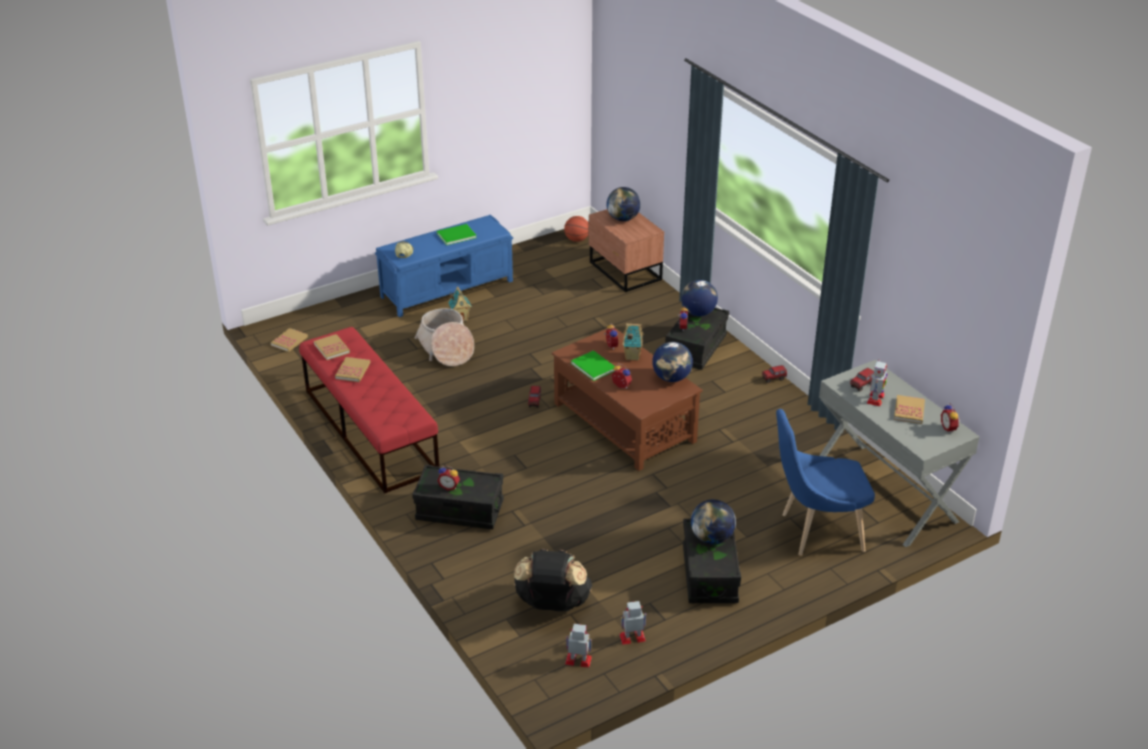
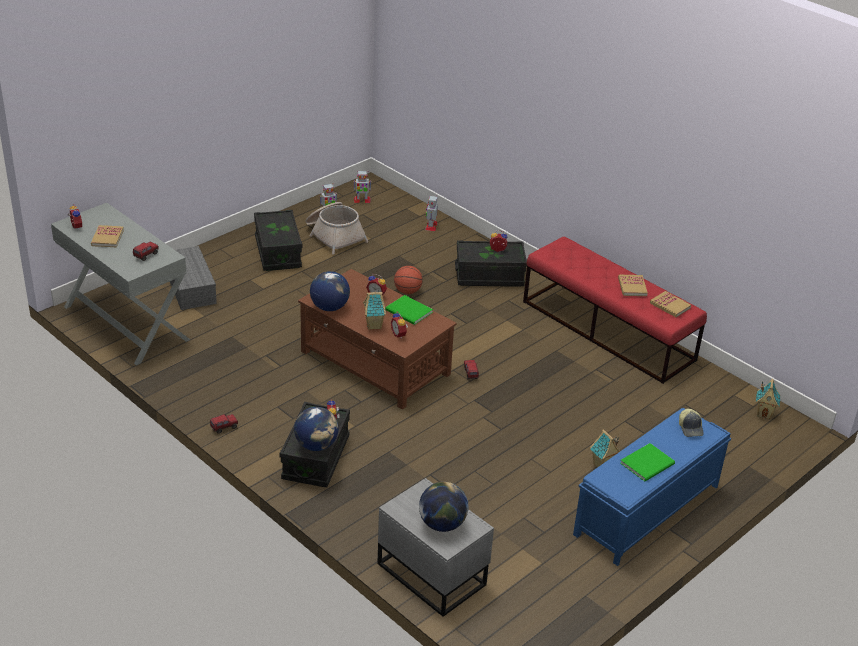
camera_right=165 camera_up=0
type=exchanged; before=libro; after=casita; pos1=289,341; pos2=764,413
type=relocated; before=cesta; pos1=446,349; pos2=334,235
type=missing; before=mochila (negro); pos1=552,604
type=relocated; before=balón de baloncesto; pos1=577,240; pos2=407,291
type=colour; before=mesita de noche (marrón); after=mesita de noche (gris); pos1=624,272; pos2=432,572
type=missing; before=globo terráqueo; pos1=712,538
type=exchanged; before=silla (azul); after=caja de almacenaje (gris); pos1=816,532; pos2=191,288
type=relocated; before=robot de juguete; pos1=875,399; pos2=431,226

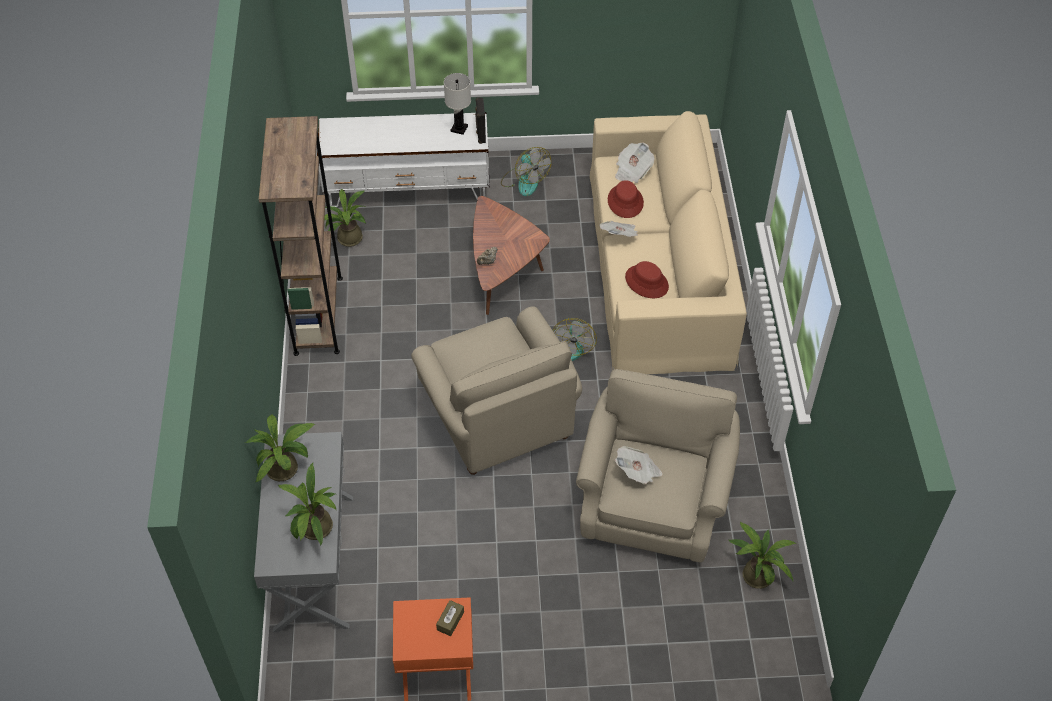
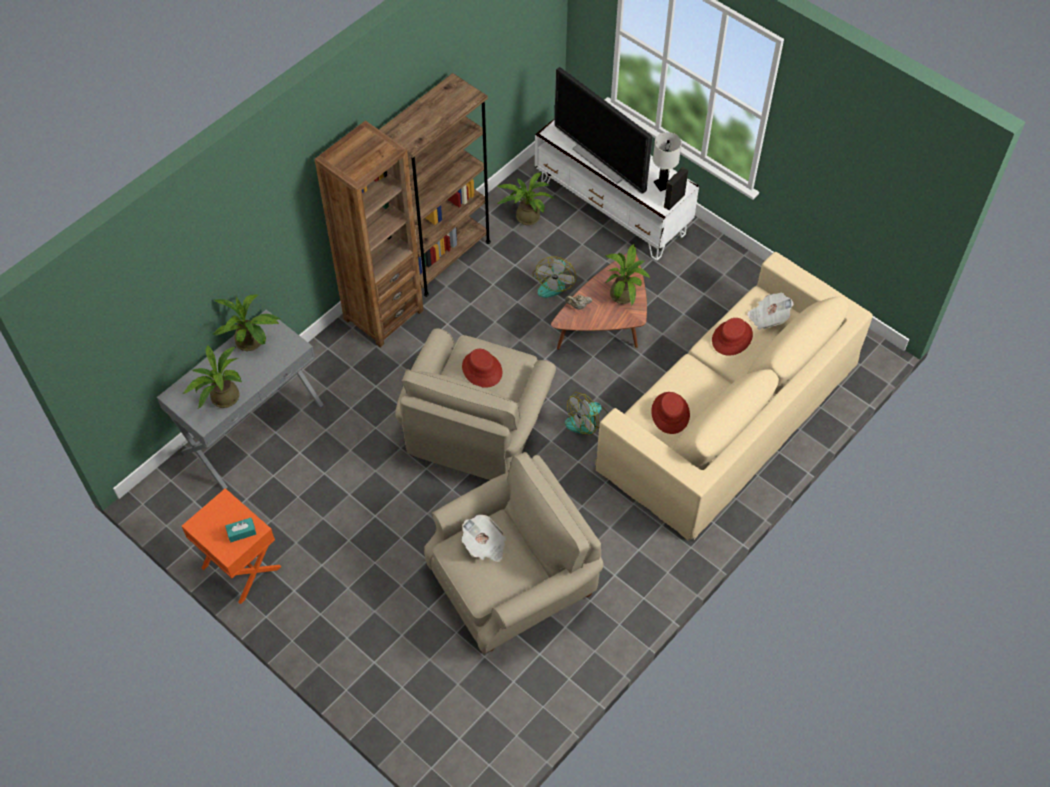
camera_right=45 camera_up=5
type=colour; before=caja de pañuelos (marrón); after=caja de pañuelos (turquesa); pos1=450,621; pos2=241,532
type=relocated; before=ventilador; pos1=524,181; pos2=553,283
type=missing; before=periódico; pos1=619,236
type=relocated; before=planta en maceta; pos1=756,572; pos2=624,292
type=appeared; after=estantería (marrón); pos2=383,314
type=appeared; after=sombrero (rojo); pos2=482,370
type=appeared; after=televisor; pos2=601,161

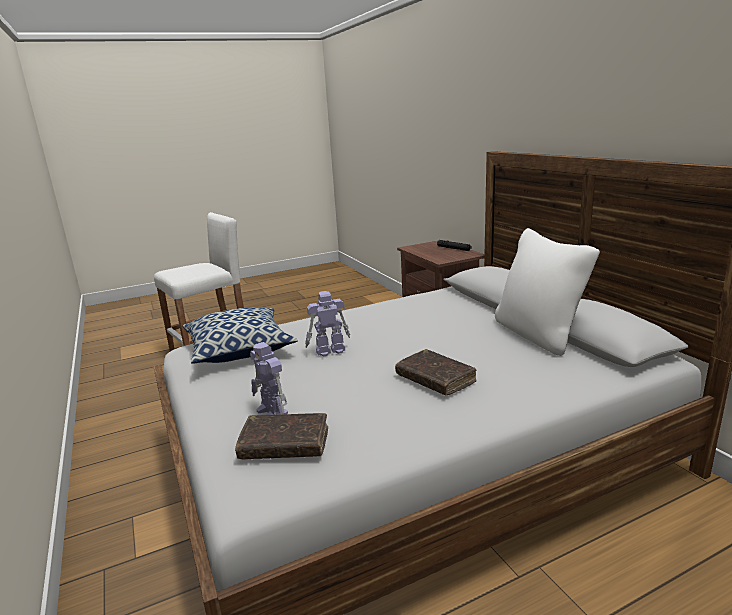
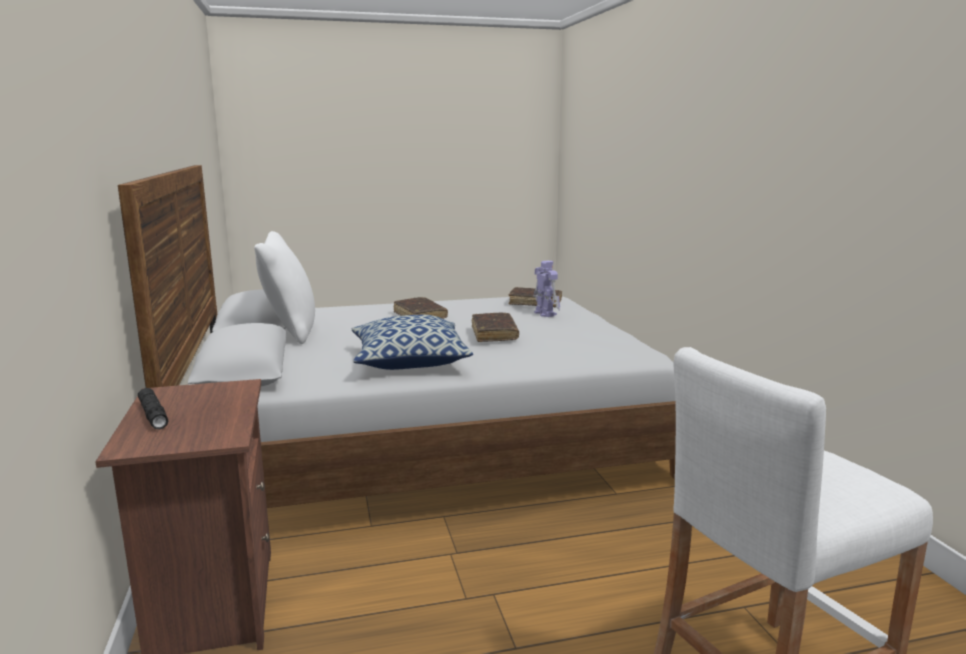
camera_right=-170 camera_up=-5
type=relocated; before=cojín; pos1=239,349; pos2=409,361
type=exchanged; before=robot de juguete; after=libro (marrón); pos1=329,351; pos2=494,334

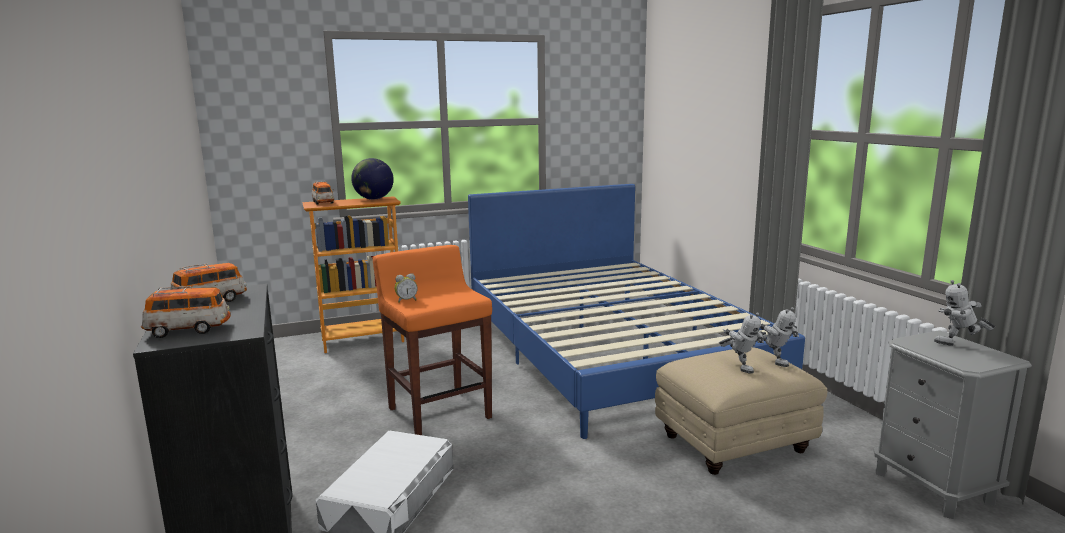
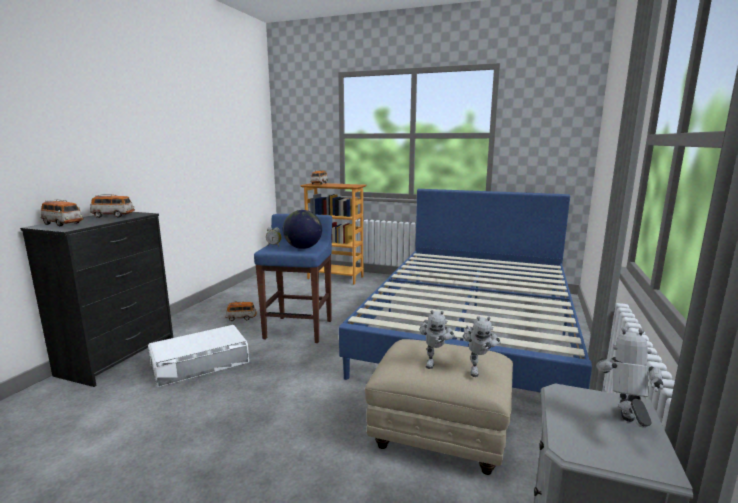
camera_right=40 camera_up=0
type=relocated; before=globo terráqueo; pos1=374,199; pos2=303,248
type=colour; before=taburete (naranja); after=taburete (azul); pos1=439,412; pos2=299,329
type=spun; before=robot de juguete; pos1=959,346; pos2=624,424; turn=60
type=appeared; after=coche de juguete; pos2=241,318

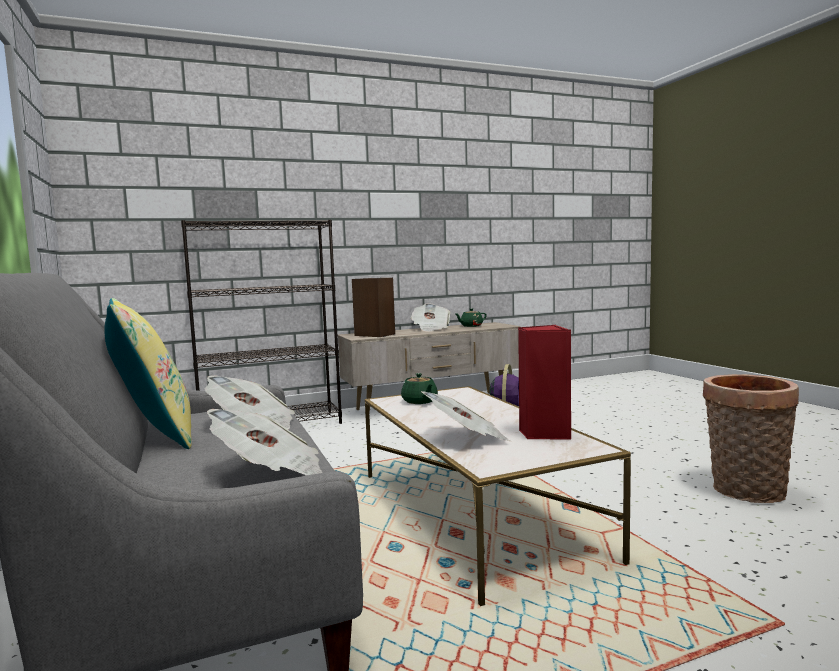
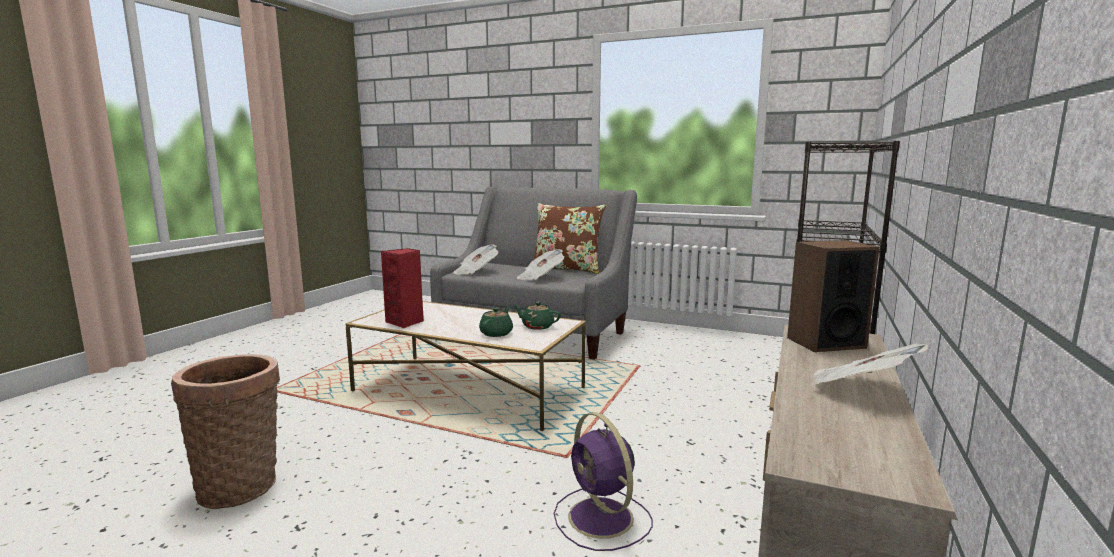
camera_right=135 camera_up=5
type=colour; before=cojín (amarillo); after=cojín (marrón); pos1=153,434; pos2=567,269
type=missing; before=periódico; pos1=467,438
type=relocated; before=tetera (verde); pos1=471,326; pos2=496,333

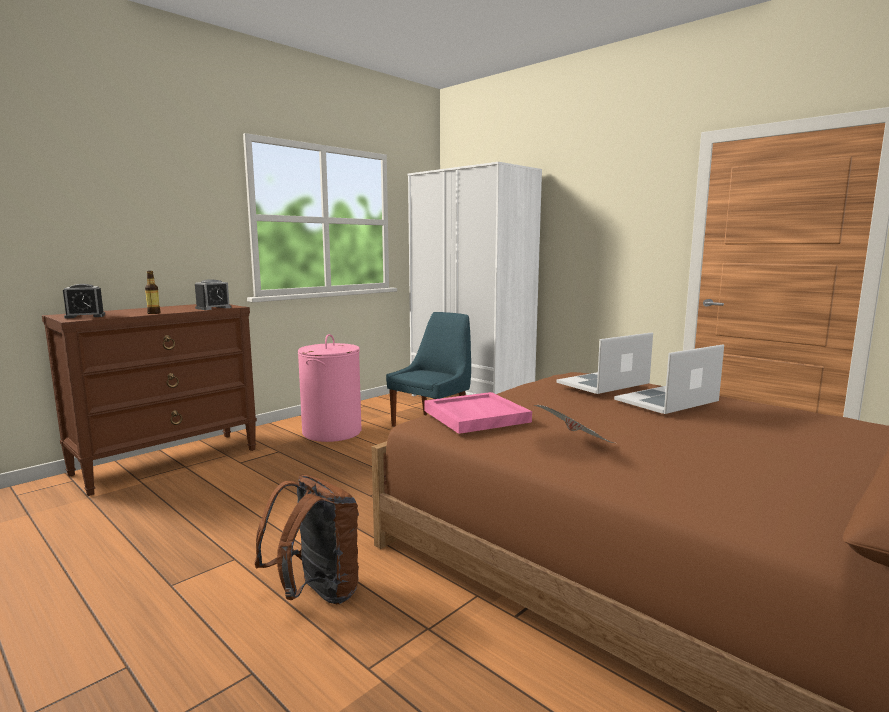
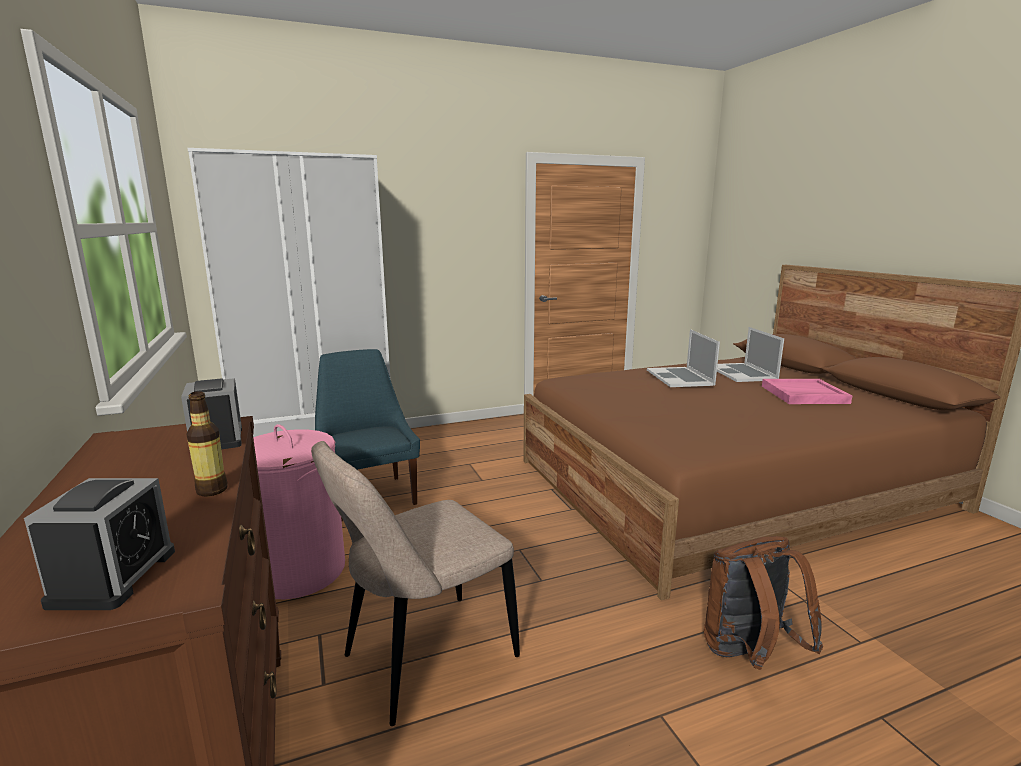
camera_right=-65 camera_up=5
type=relocated; before=bandeja (rosa); pos1=475,416; pos2=803,394
type=missing; before=periódico; pos1=575,445
type=relocated; before=portátil; pos1=603,383; pos2=742,373
type=appeared; after=silla (beis); pos2=423,659

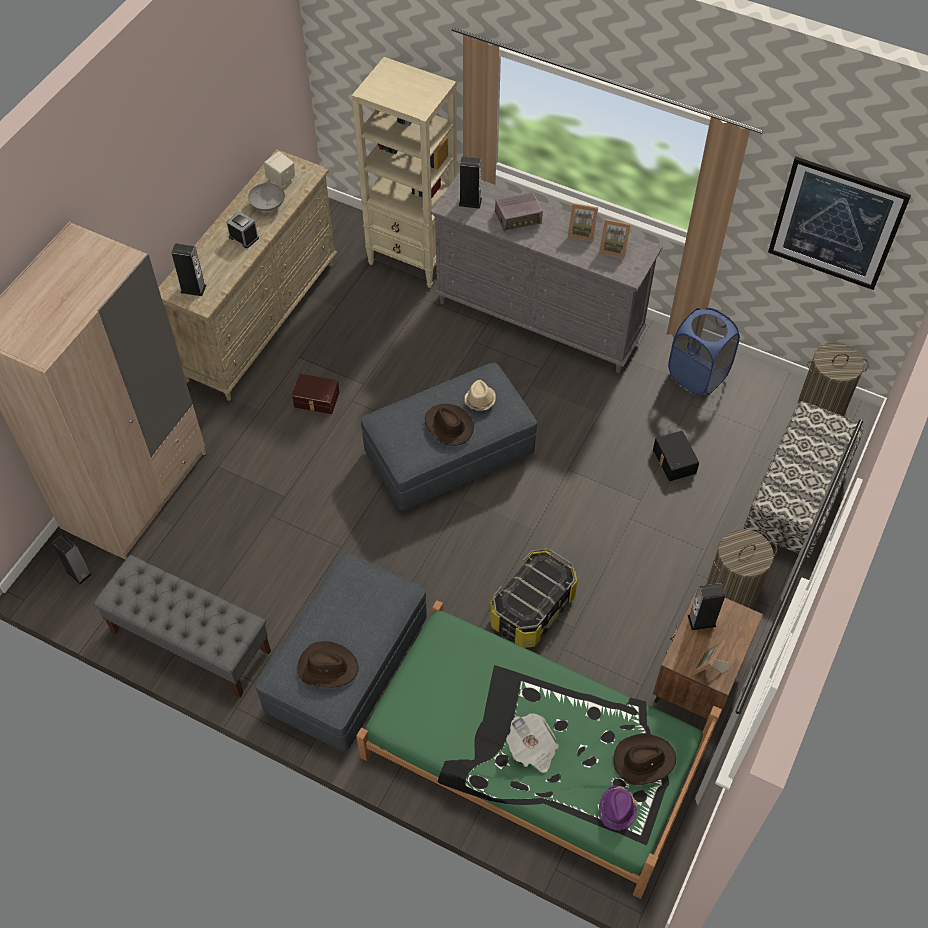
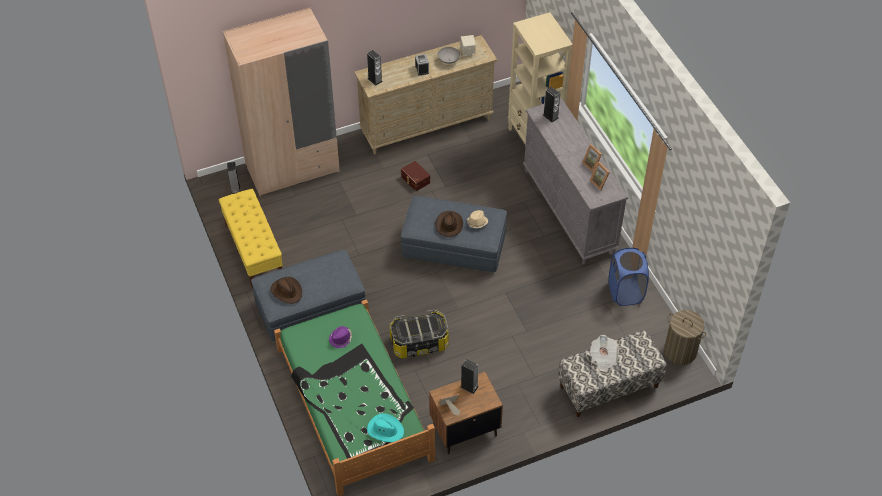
camera_right=40 camera_up=-5
type=colour; before=banco (gris); after=banco (amarillo); pos1=190,642; pos2=253,250
type=missing; before=radio; pos1=518,218
type=relocated; before=periódico; pos1=532,749; pos2=603,358
type=relocated; before=sombrero (morado); pos1=617,809; pos2=341,339
type=colour; before=sombrero (marrón); after=sombrero (turquesa); pos1=644,760; pos2=385,429
type=missing; before=caja de almacenaje (negro); pos1=673,461
type=missing; before=cesto de la ropa; pos1=732,590
type=missing; before=cuadro; pos1=836,223

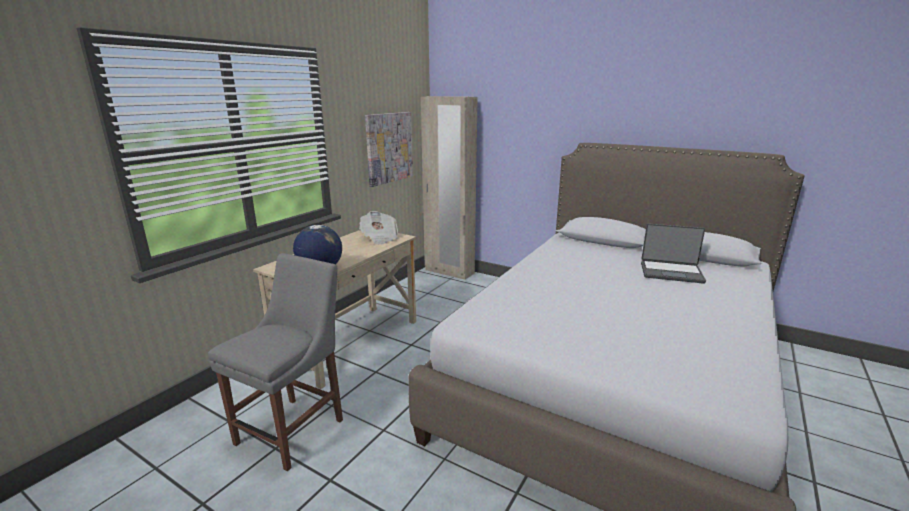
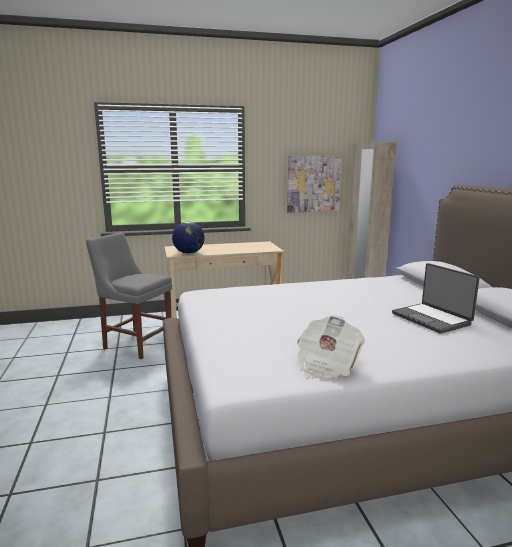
camera_right=45 camera_up=-5
type=spun; before=silla (gris); pos1=294,428; pos2=135,344; turn=-135
type=relocated; before=periódico; pos1=379,238; pos2=327,364

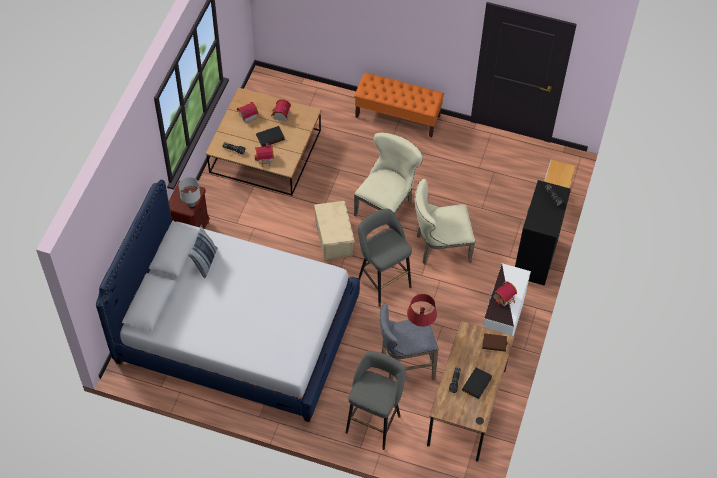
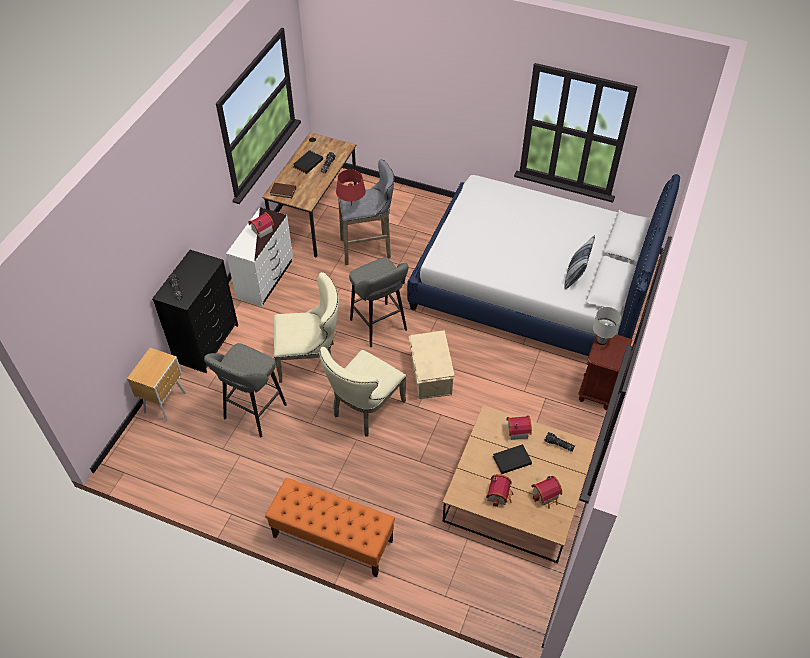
camera_right=-175 camera_up=-5
type=relocated; before=taburete (gris); pos1=374,421; pos2=253,414

